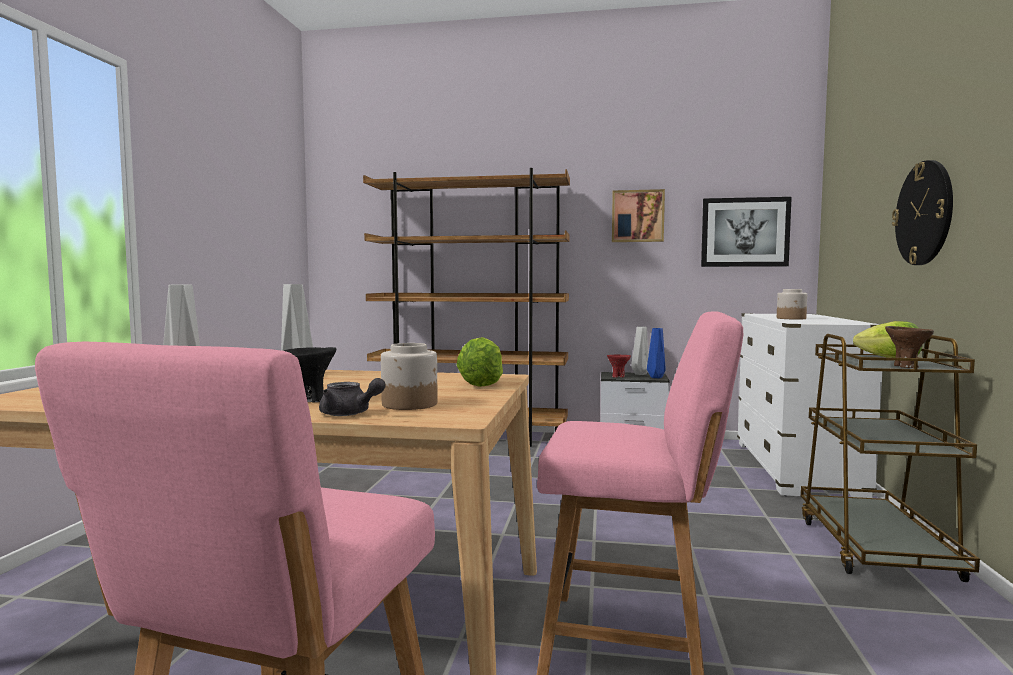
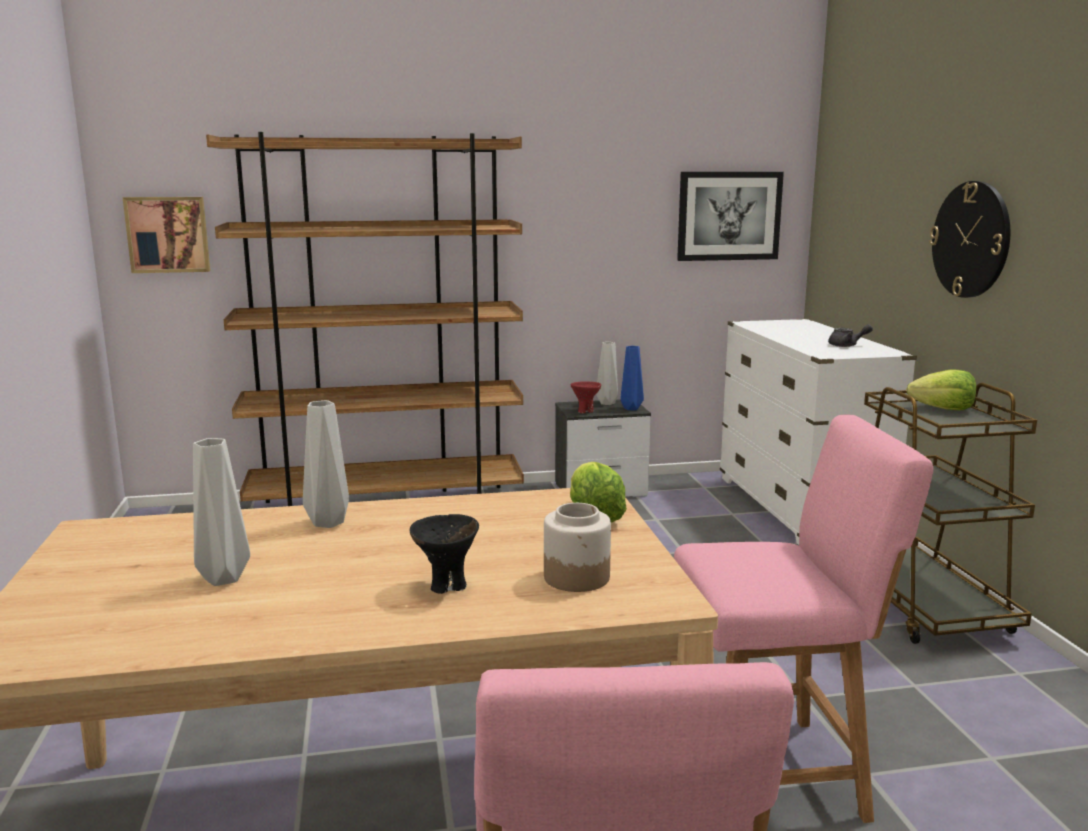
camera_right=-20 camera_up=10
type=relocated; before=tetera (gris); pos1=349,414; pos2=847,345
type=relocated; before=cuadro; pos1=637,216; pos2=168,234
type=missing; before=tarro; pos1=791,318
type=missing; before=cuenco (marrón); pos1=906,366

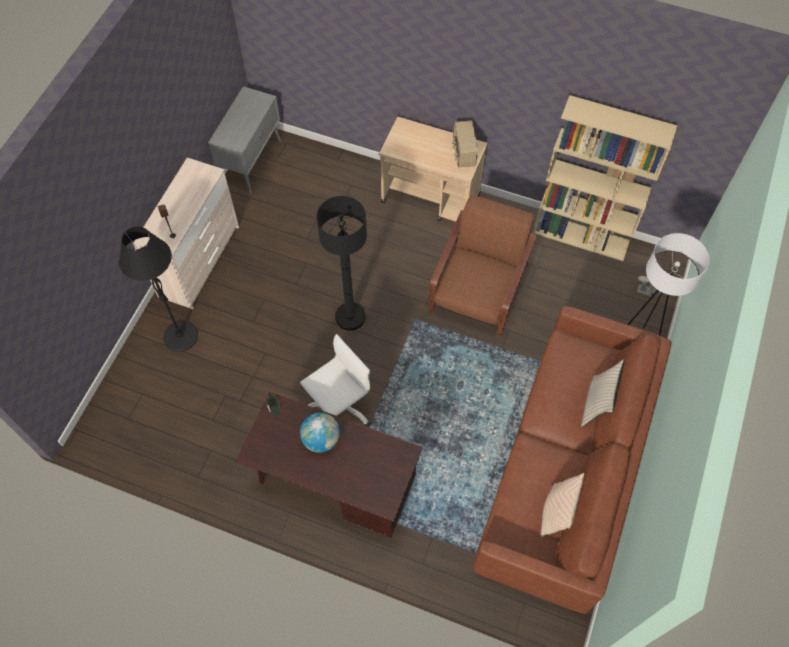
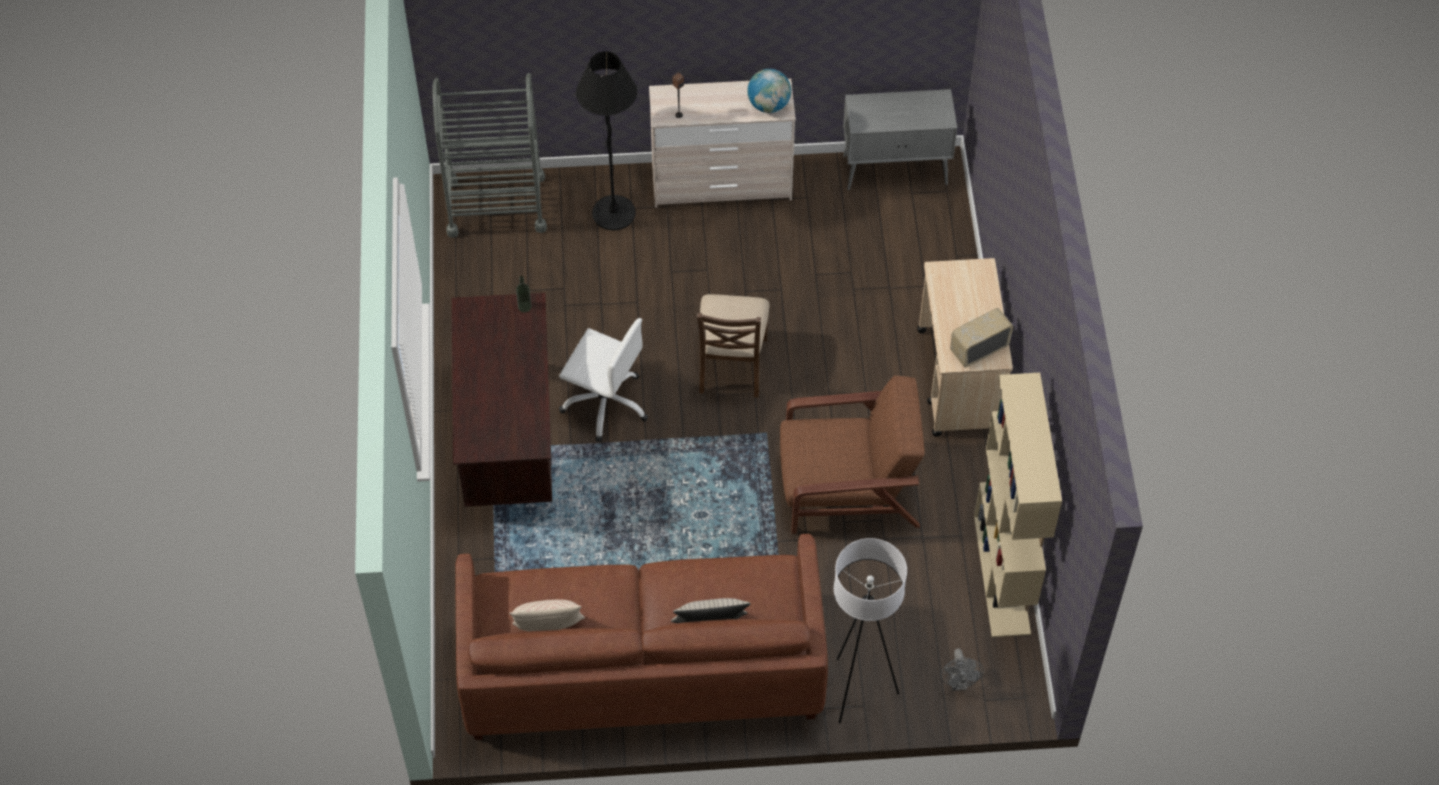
camera_right=65 camera_up=-5
type=relocated; before=globo terráqueo; pos1=321,439; pos2=769,105
type=exchanged; before=lámpara de pie (negro); after=silla (marrón); pos1=350,317; pos2=731,365
type=appeared; after=carrito (gris); pos2=496,205

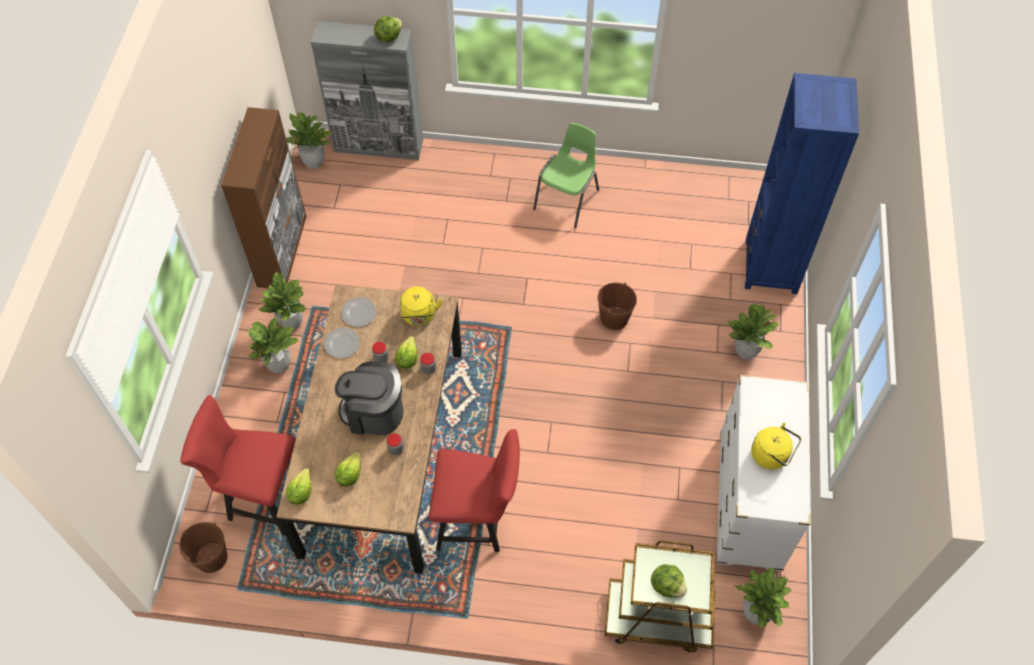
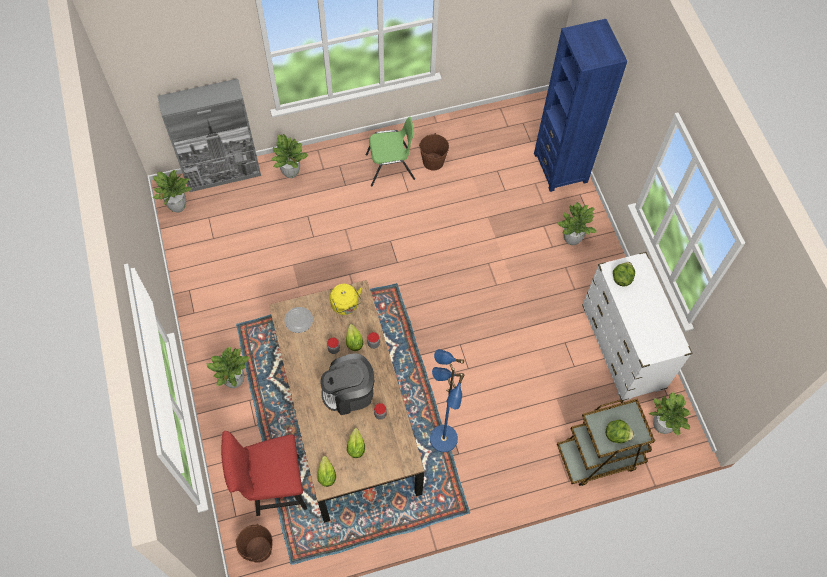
camera_right=-25 camera_up=5
type=missing; before=armario (marrón); pos1=282,250
type=relocated; before=planta en maceta; pos1=292,323; pos2=291,173
type=missing; before=plato; pos1=341,344
type=relocated; before=lechuga; pos1=388,37; pos2=621,278
type=exchanged; before=silla (rojo); after=lámpara de pie (azul); pos1=477,520; pos2=442,439
type=spun; before=silla (verde); pos1=568,199; pos2=391,167; turn=75
type=relocated; before=cubo (marrón); pos1=614,318; pos2=433,161
type=missing; before=hervidor (amarillo); pos1=772,455

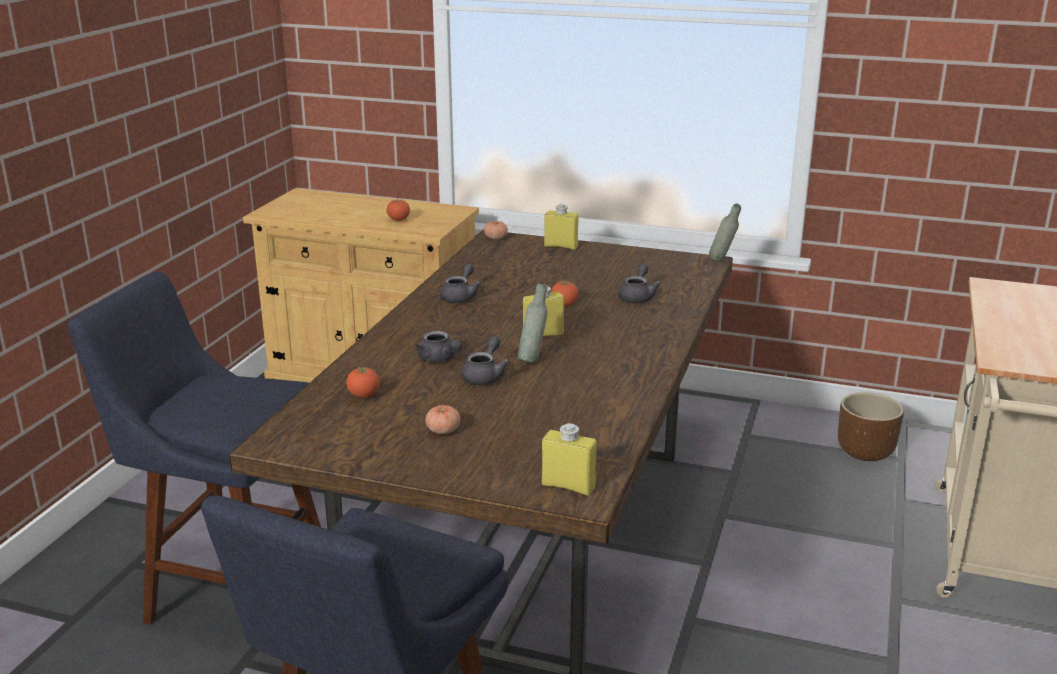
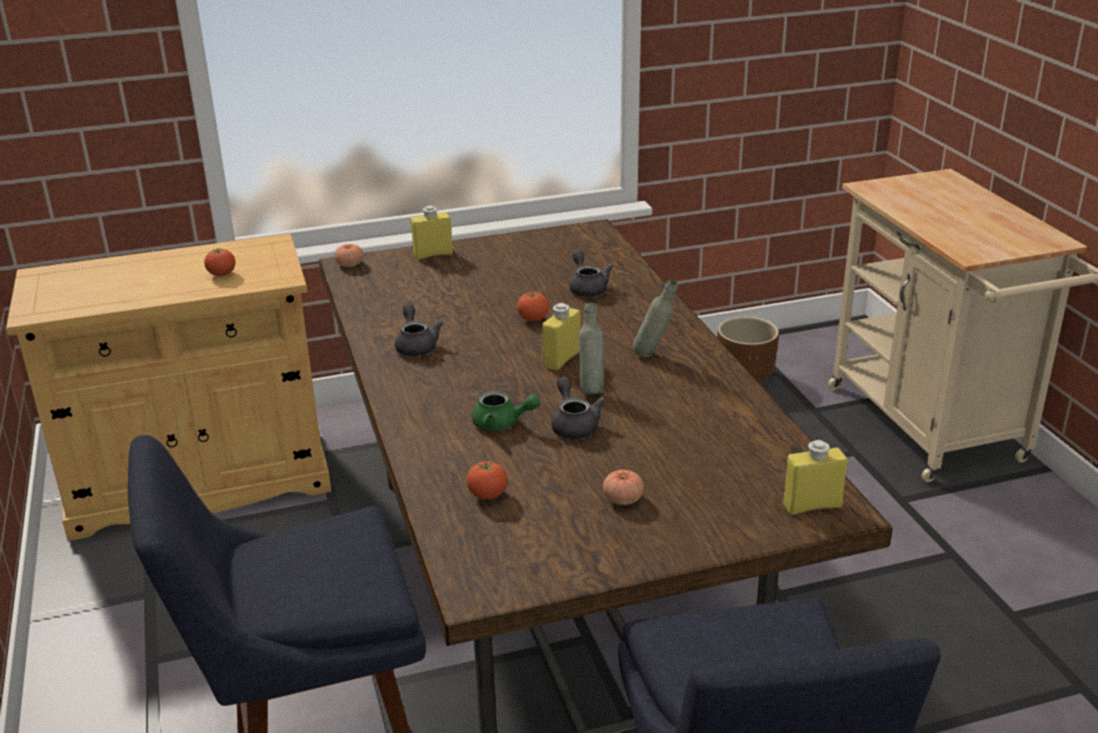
camera_right=-35 camera_up=5
type=colour; before=tetera (gris); after=tetera (verde); pos1=439,359; pos2=502,424
type=relocated; before=botella (gris); pos1=722,261; pos2=653,355

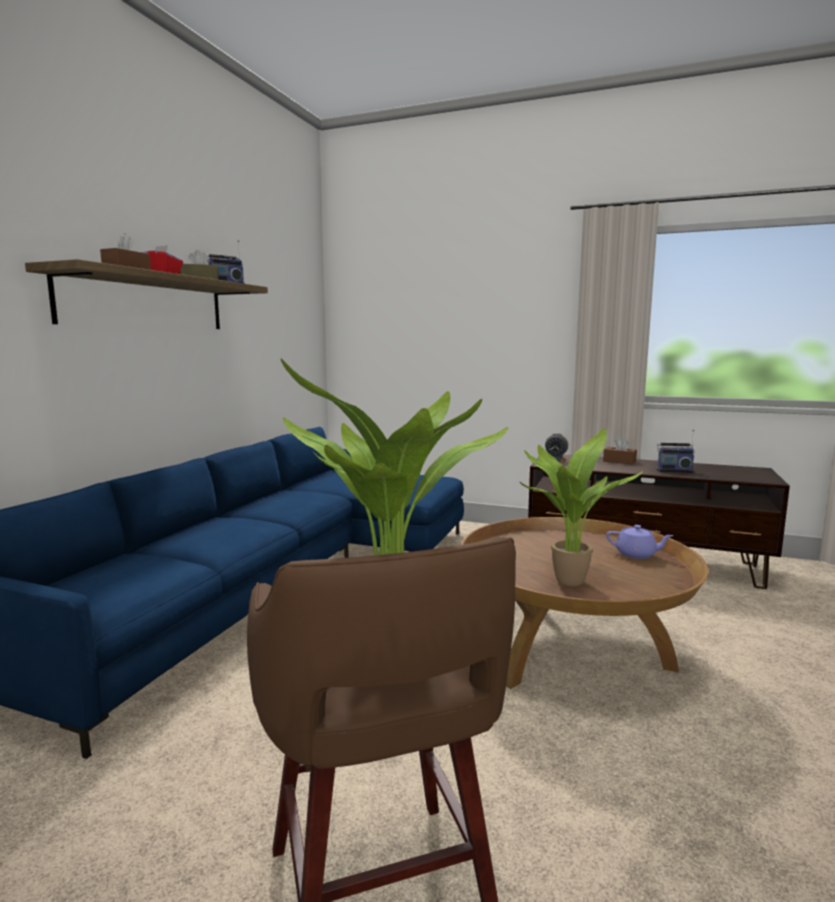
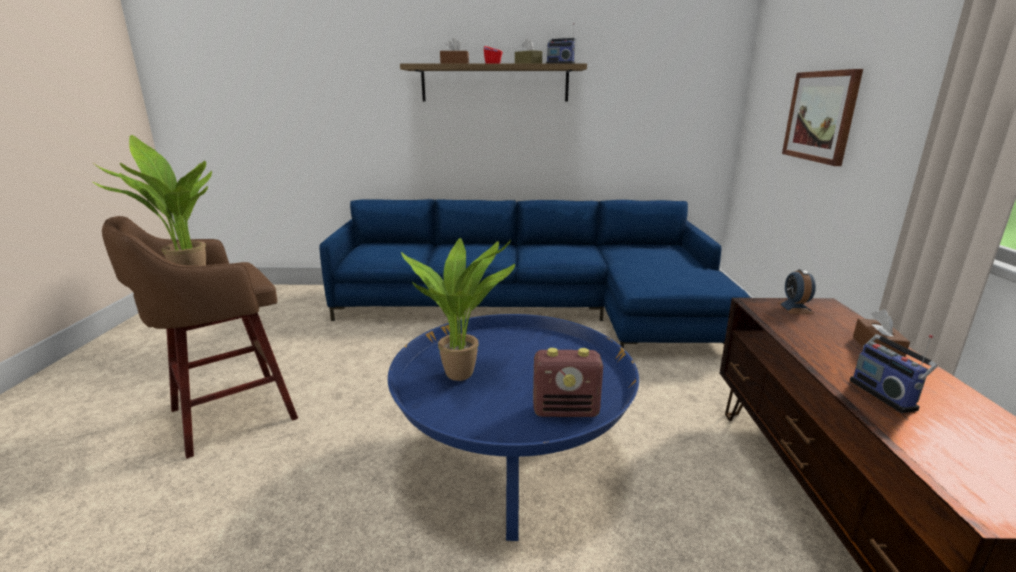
camera_right=70 camera_up=10
type=colour; before=mesa de centro (marrón); after=mesa de centro (azul); pos1=572,650; pos2=513,459
type=exchanged; before=tetera (morado); after=radio; pos1=637,554; pos2=566,411
type=appeared; after=cuadro; pos2=820,116

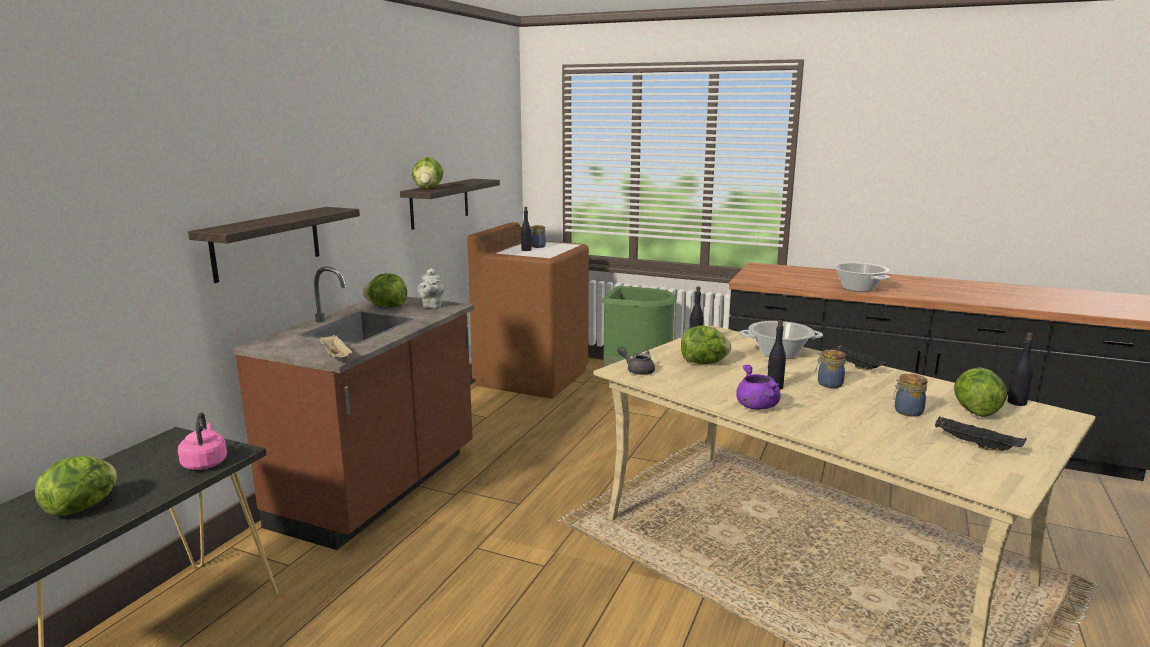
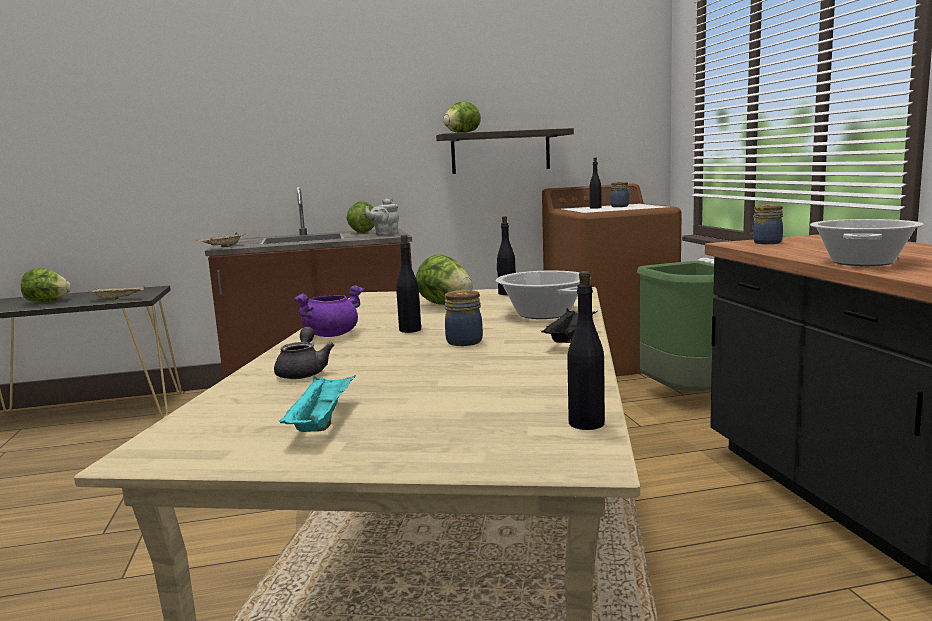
camera_right=55 camera_up=-5
type=exchanged; before=hervidor (rosa); after=bandeja (beis); pos1=205,463; pos2=119,299
type=missing; before=estante; pos1=267,243
type=relocated; before=tetera (gris); pos1=637,370; pos2=303,372
type=relocated; before=tarro; pos1=907,412; pos2=766,242
type=colour; before=bandeja (negro); after=bandeja (turquesa); pos1=974,445; pos2=321,421
type=missing; before=lechuga; pos1=974,411

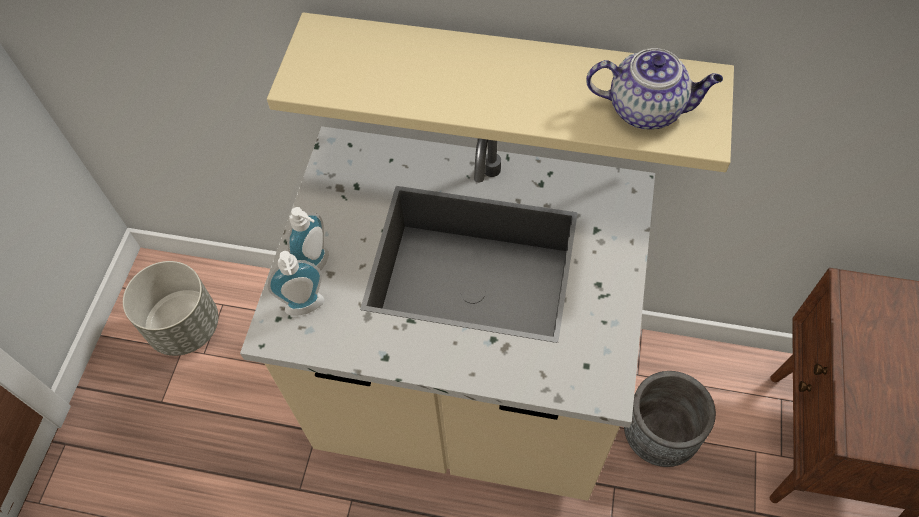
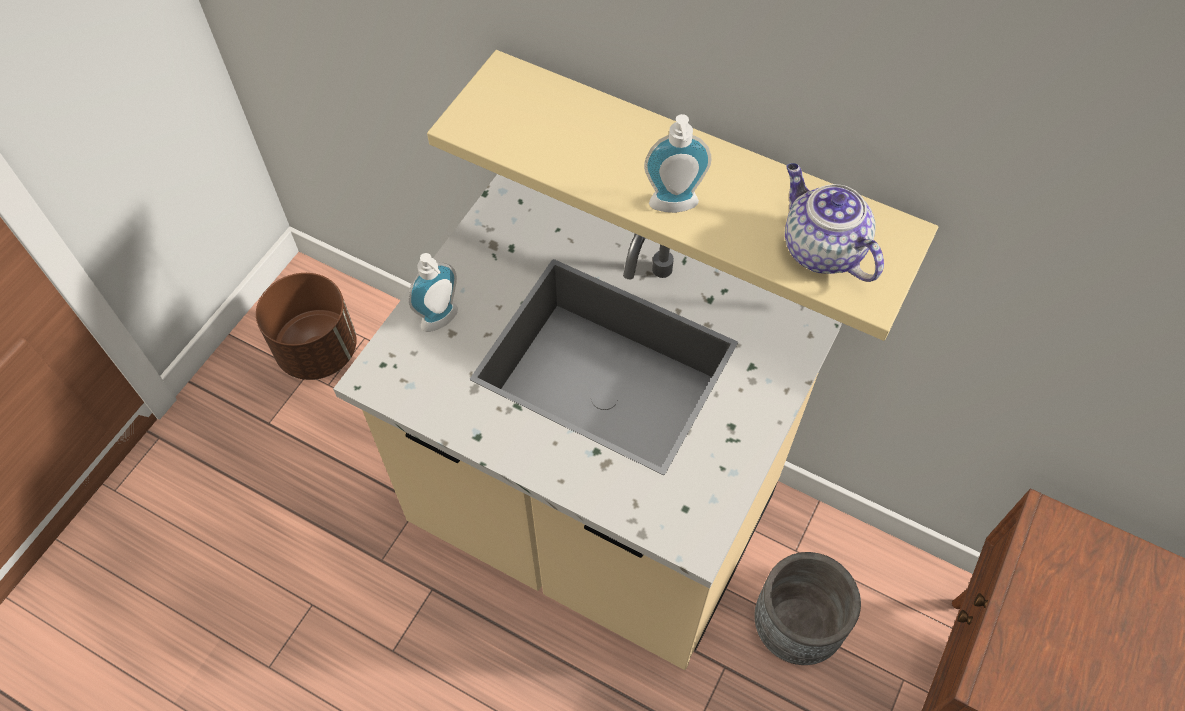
camera_right=15 camera_up=0
type=colour; before=maceta (gris); after=maceta (marrón); pos1=185,326; pos2=318,350
type=relocated; before=dispensador de jabón; pos1=306,309; pos2=674,208
type=spun; before=tetera; pos1=647,109; pos2=820,249; turn=-150

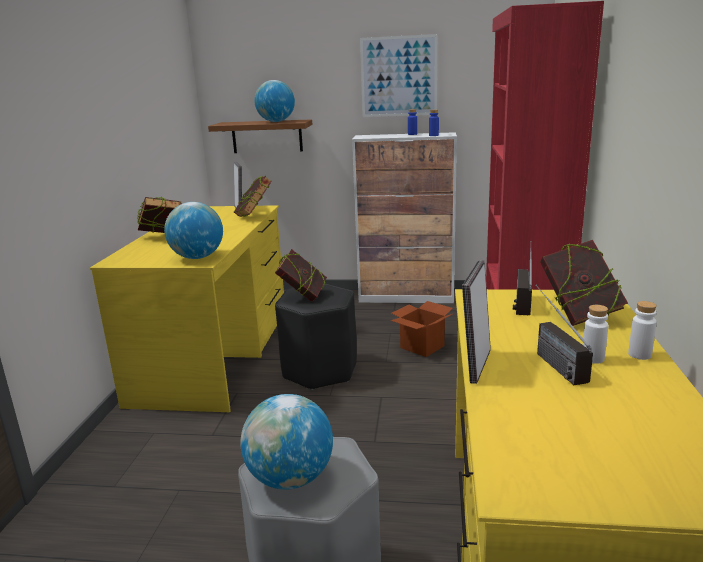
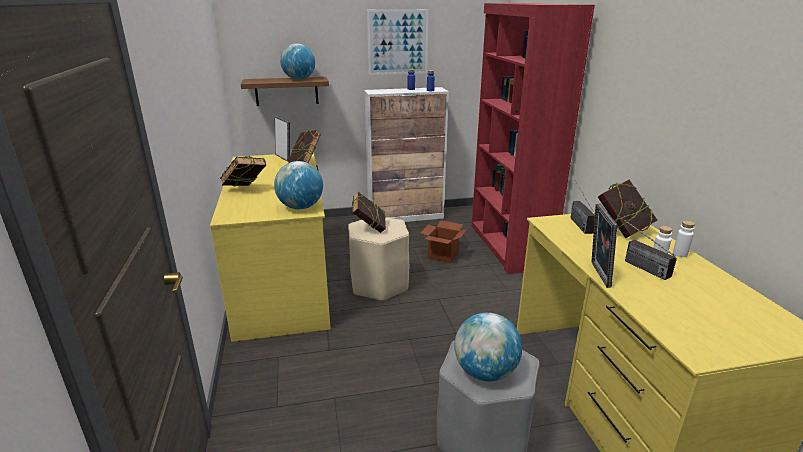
camera_right=-20 camera_up=5
type=colour; before=taburete (negro); after=taburete (beis); pos1=320,371; pos2=379,285

